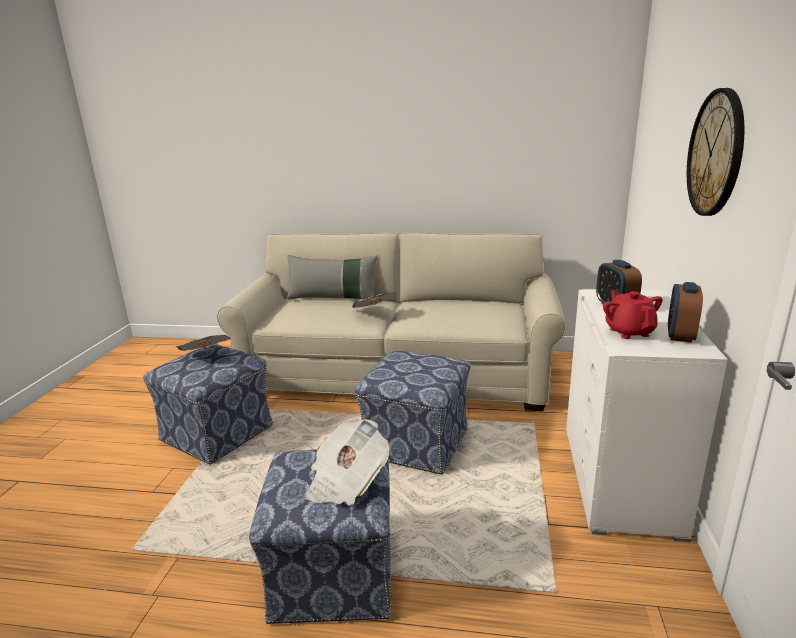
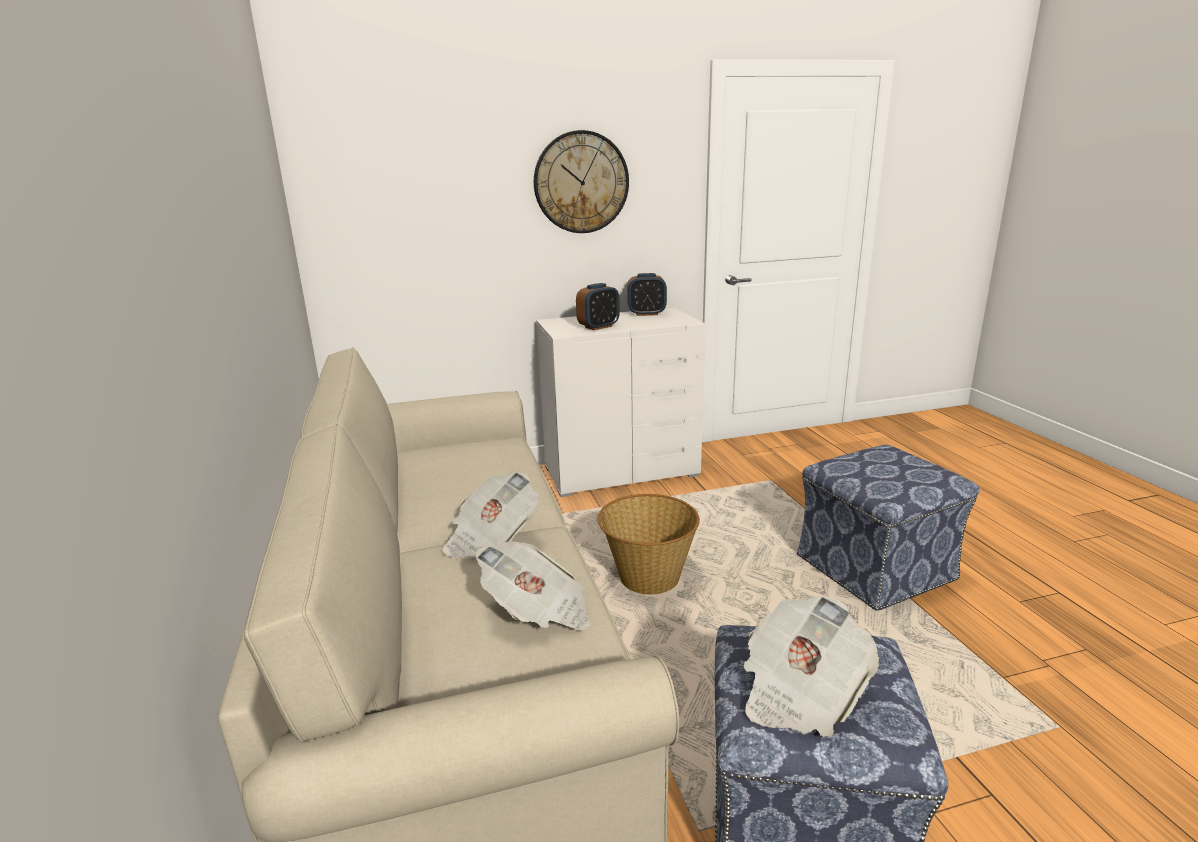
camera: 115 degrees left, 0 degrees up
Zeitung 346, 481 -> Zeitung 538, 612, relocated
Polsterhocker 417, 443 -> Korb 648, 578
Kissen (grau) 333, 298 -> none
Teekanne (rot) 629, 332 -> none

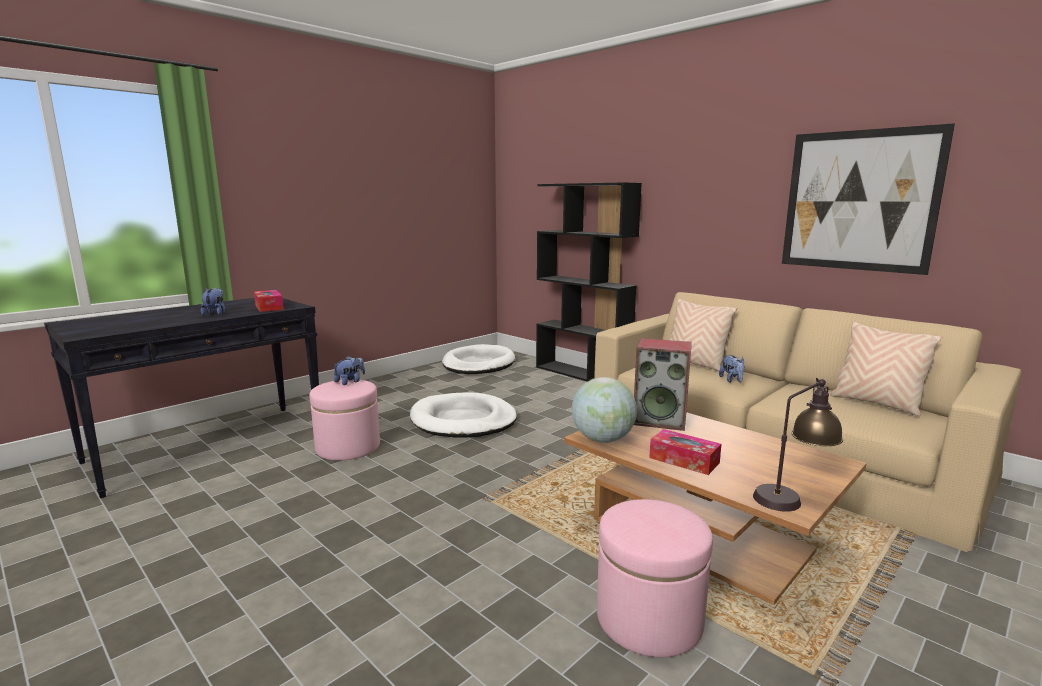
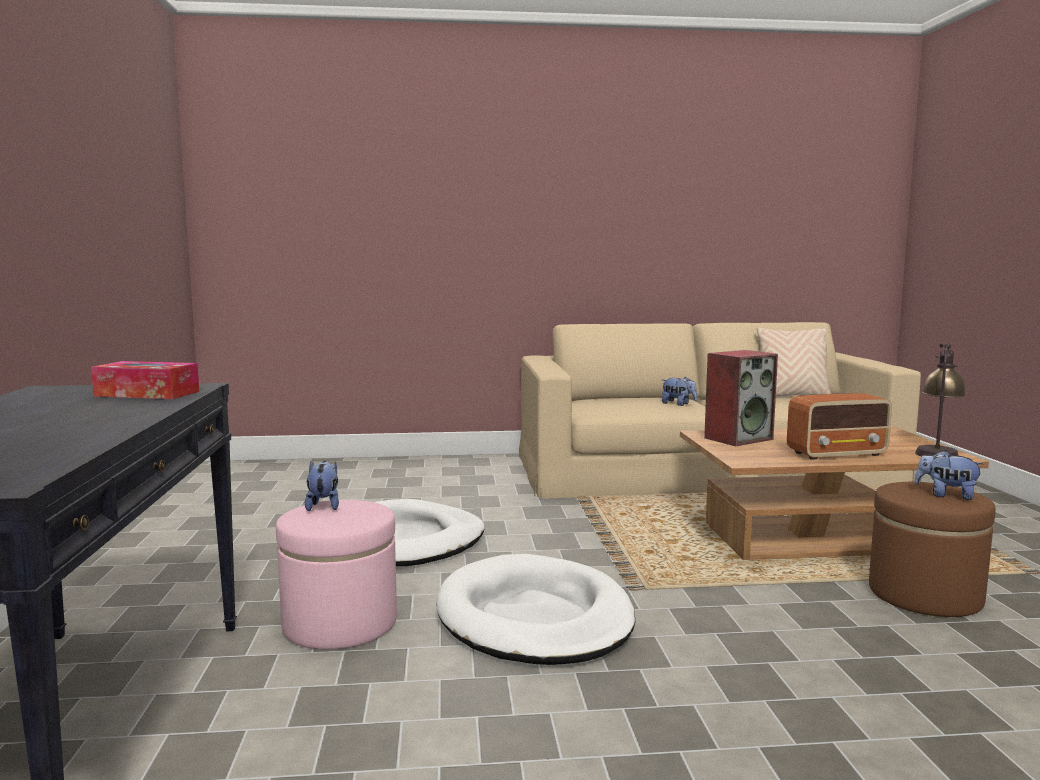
camera: 50 degrees left, 5 degrees down
Hundebett (weiß) 478, 364 -> Hundebett (weiß) 534, 618, relocated
Taschentuchbox 684, 460 -> Radio 837, 454
Polsterhocker (rosa) 649, 618 -> Polsterhocker (braun) 924, 595
Plüschtier 215, 314 -> Plüschtier 946, 495, relocated
Bücherregal (schwarz) 582, 374 -> none
Globus 602, 439 -> none
Kissen (beige) 694, 364 -> none
Bild 859, 201 -> none

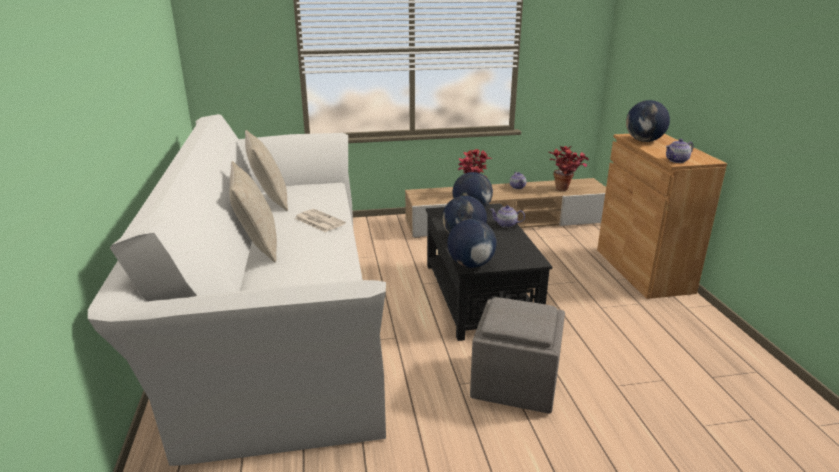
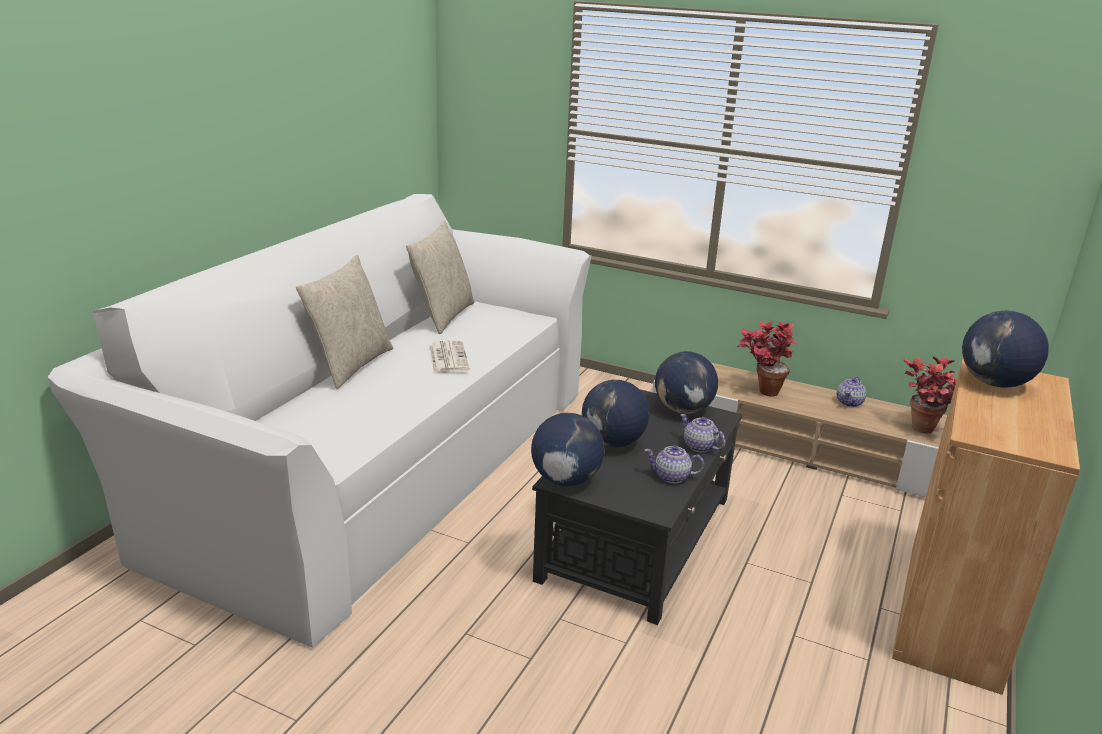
camera: 35 degrees right, 0 degrees up
Teekanne 677, 160 -> Teekanne 672, 477, relocated
Polsterhocker (grau) 514, 382 -> none

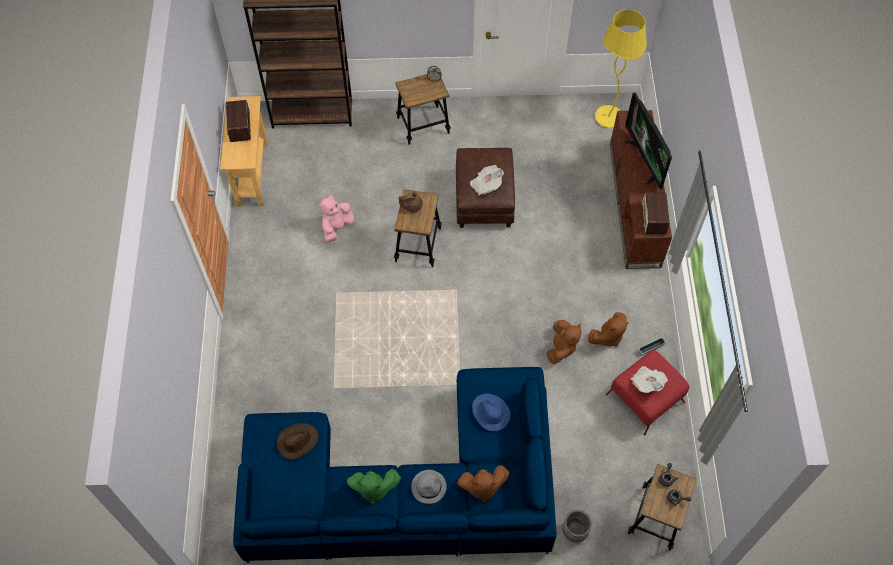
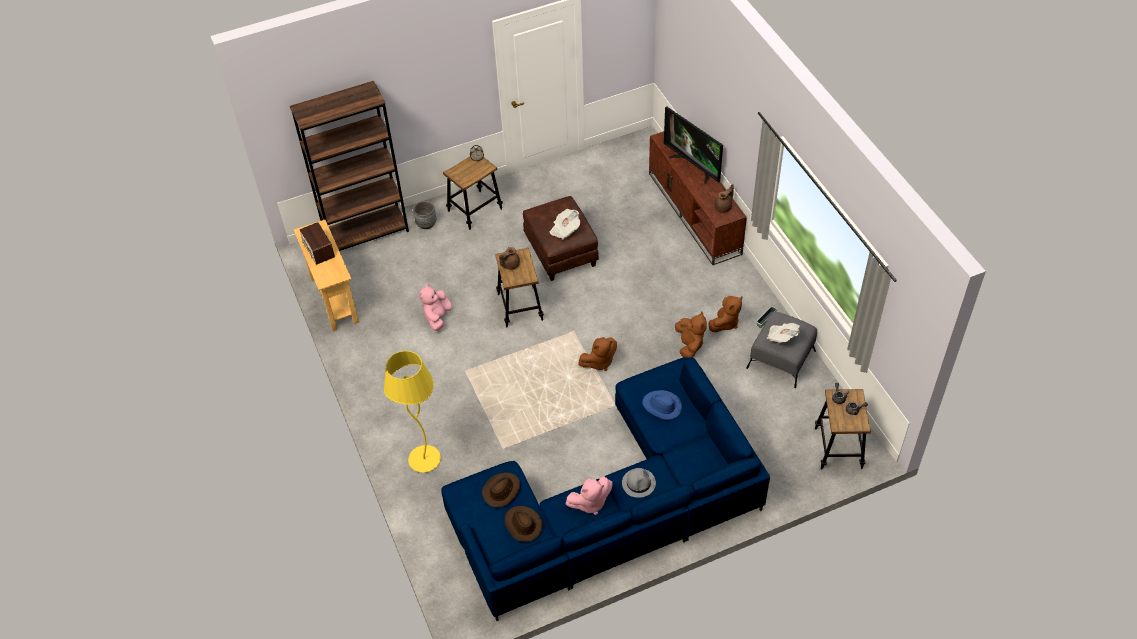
camera: 20 degrees left, 10 degrees down
Stehlampe (gelb) 608, 118 -> Stehlampe (gelb) 424, 460, relocated
Pflanzkübel (grau) 575, 531 -> Pflanzkübel (grau) 426, 224, relocated
none -> Hut (braun) 523, 525
Plüschtier (grün) 373, 488 -> Plüschtier (rosa) 590, 503
Plüschtier (braun) 482, 486 -> Plüschtier (braun) 599, 362, relocated
Radio 653, 218 -> Teekanne (braun) 723, 207
Polsterhocker (rot) 644, 398 -> Polsterhocker (grau) 780, 359

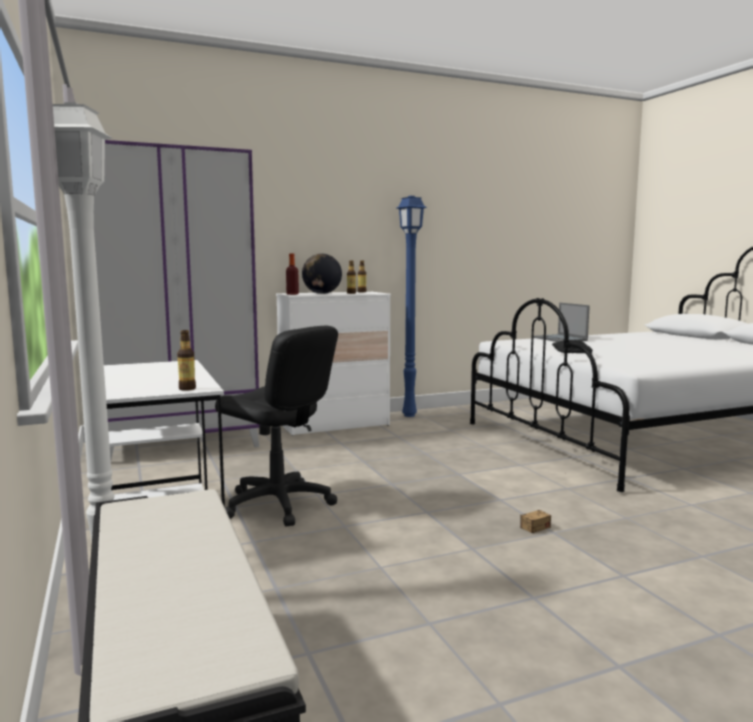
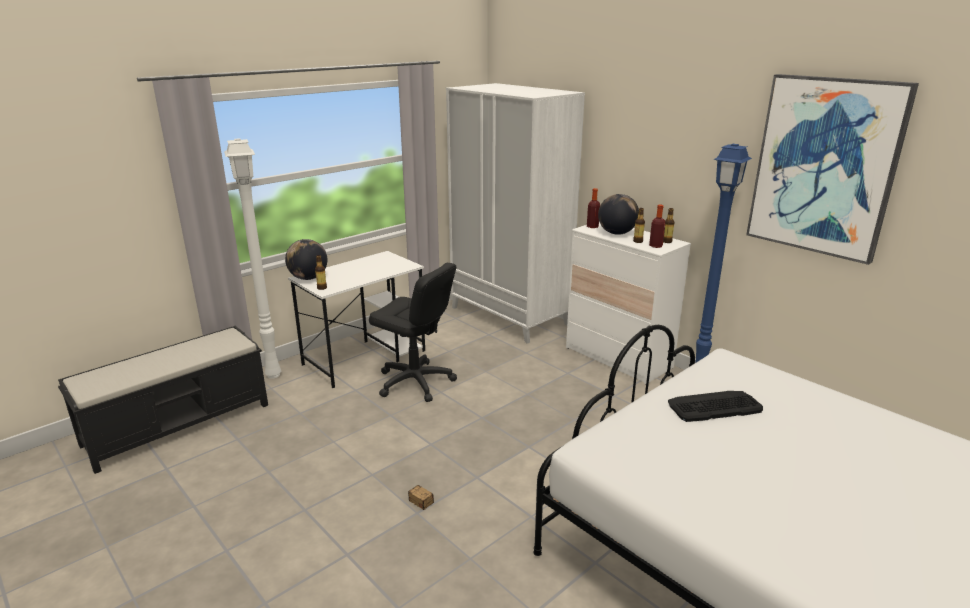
camera: 70 degrees right, 15 degrees up
none -> Globus 308, 278
Bürostuhl (schwarz) 278, 504 -> Bürostuhl (schwarz) 415, 382, 75 degrees counterclockwise
Kleiderschrank (lila) 182, 444 -> Kleiderschrank (weiß) 510, 316
none -> Flasche 655, 246
none -> Bild 824, 167
Laptop 560, 339 -> none

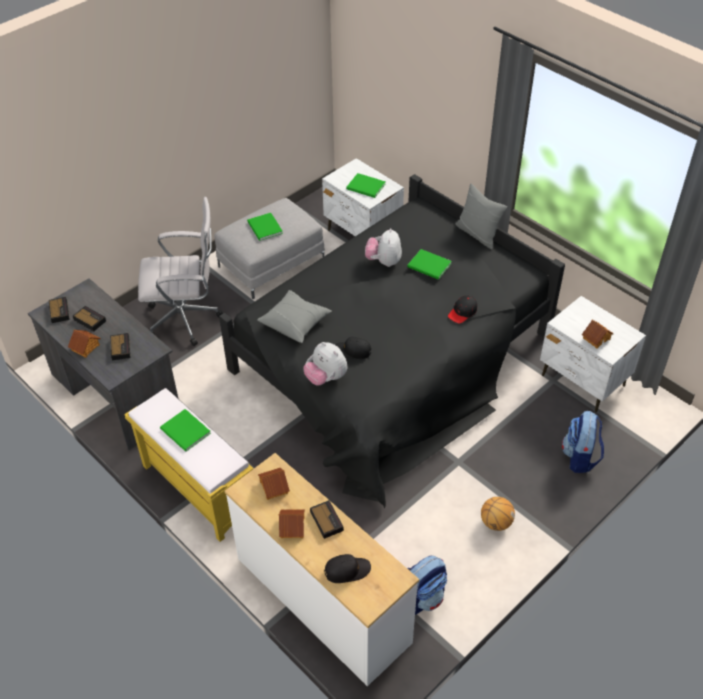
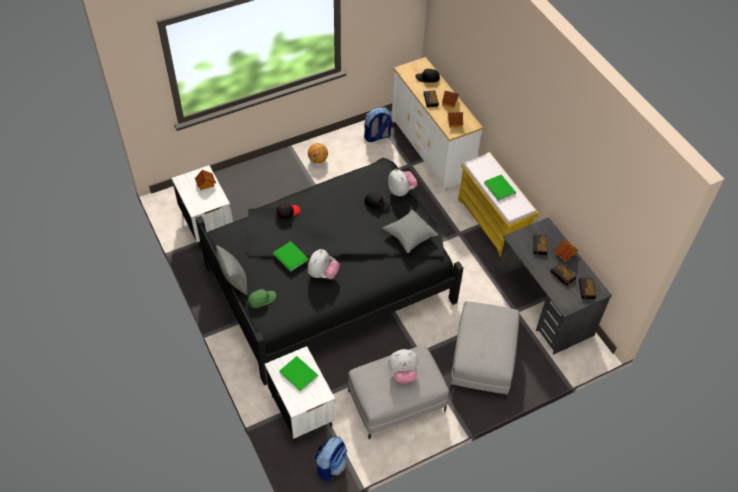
camera: 165 degrees left, 5 degrees up
none -> Kappe (grün) 262, 299
Rucksack 580, 457 -> Rucksack 331, 465, relocated
Buch (grün) 264, 228 -> Plüschtier 403, 373
Bürostuhl (weiß) 187, 319 -> Polsterhocker (grau) 482, 359

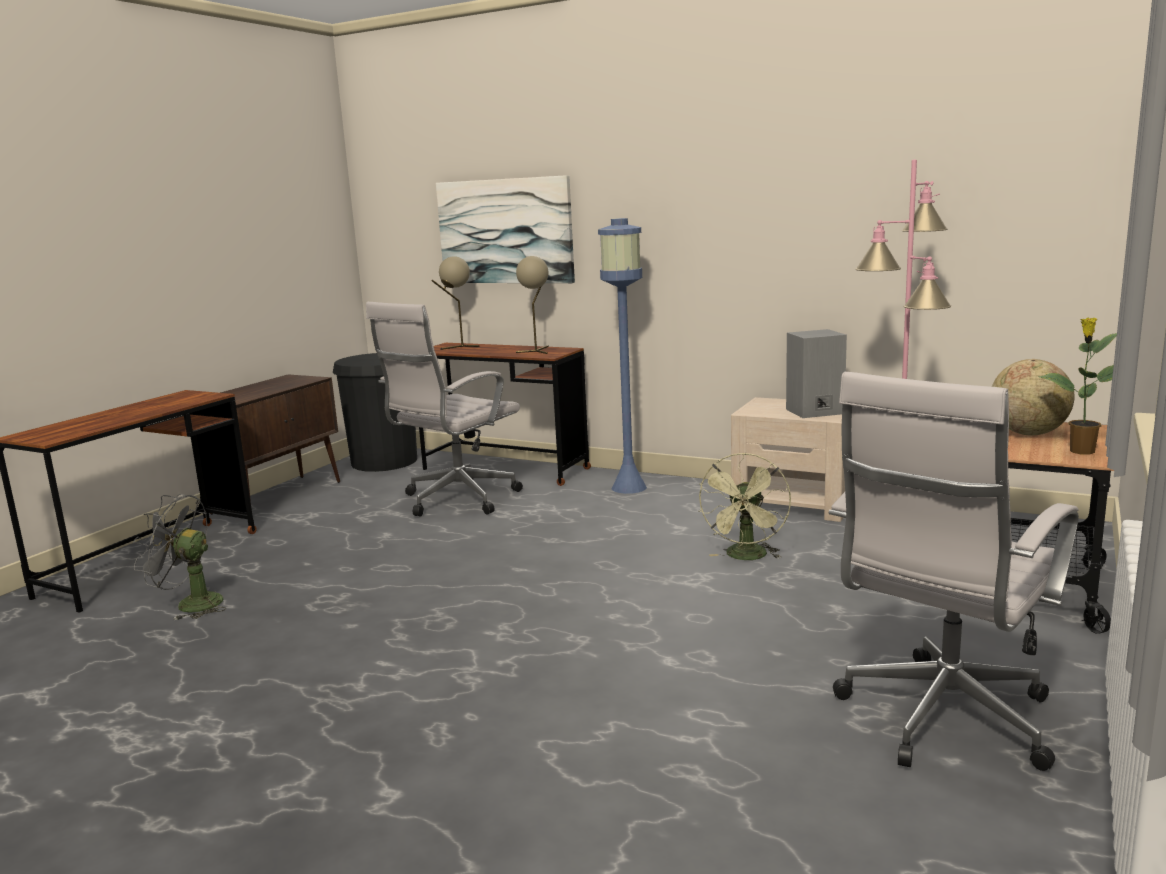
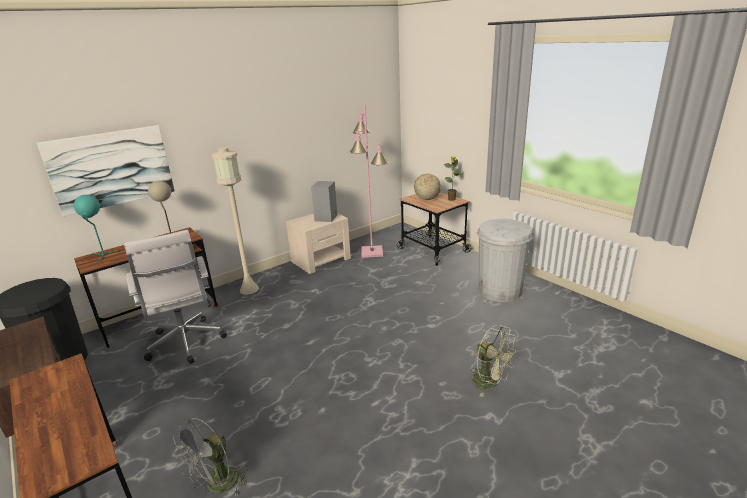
camera: 65 degrees left, 10 degrees up
Tischlampe (beige) 459, 347 -> Tischlampe (türkis) 103, 256
Stehlampe (blau) 629, 487 -> Stehlampe (beige) 249, 289
Ventilator (grün) 746, 557 -> Ventilator (grün) 490, 383, relocated
Bürostuhl (weiß) 941, 721 -> Mülleimer (weiß) 500, 290

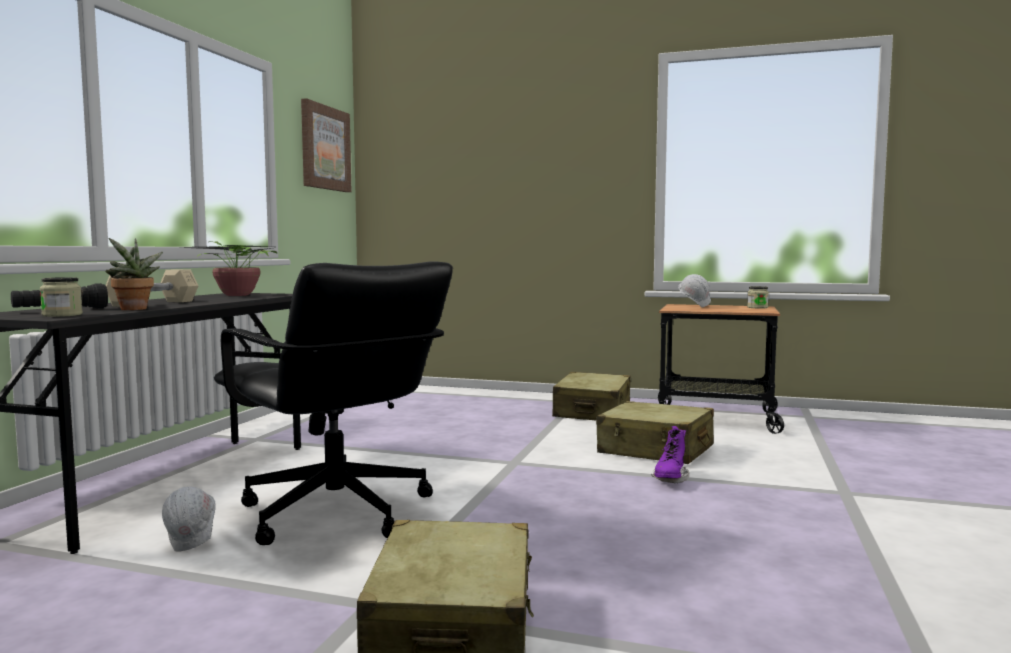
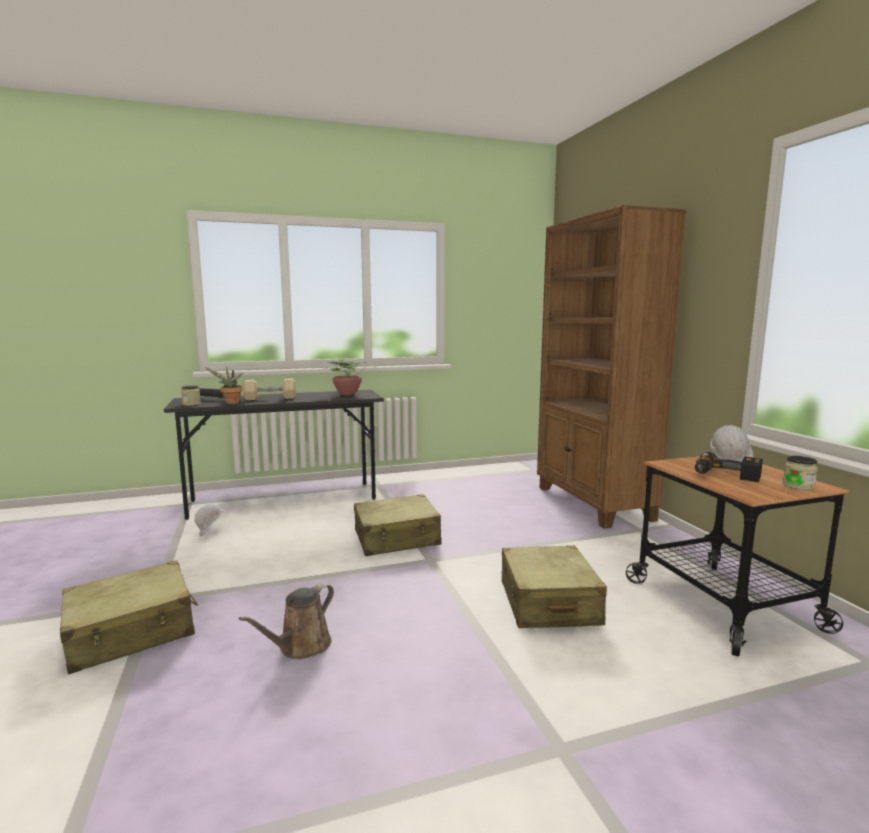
camera: 55 degrees right, 5 degrees up
none -> Gießkanne (braun) 301, 647
Koffer (beige) 592, 411 -> Koffer (beige) 397, 538, relocated
none -> Bücherregal (braun) 593, 503
none -> Bohrmaschine 725, 476
Bürostuhl (schwarz) 336, 513 -> none
Bild 325, 148 -> none
Stiefel (lila) 670, 479 -> none

